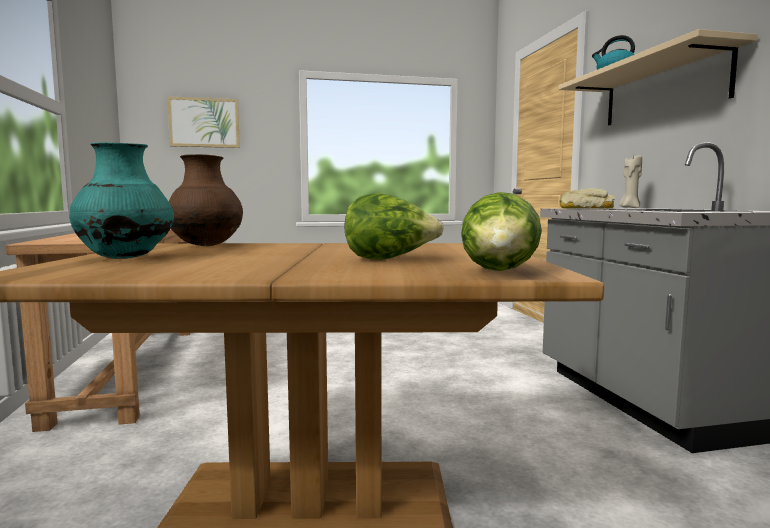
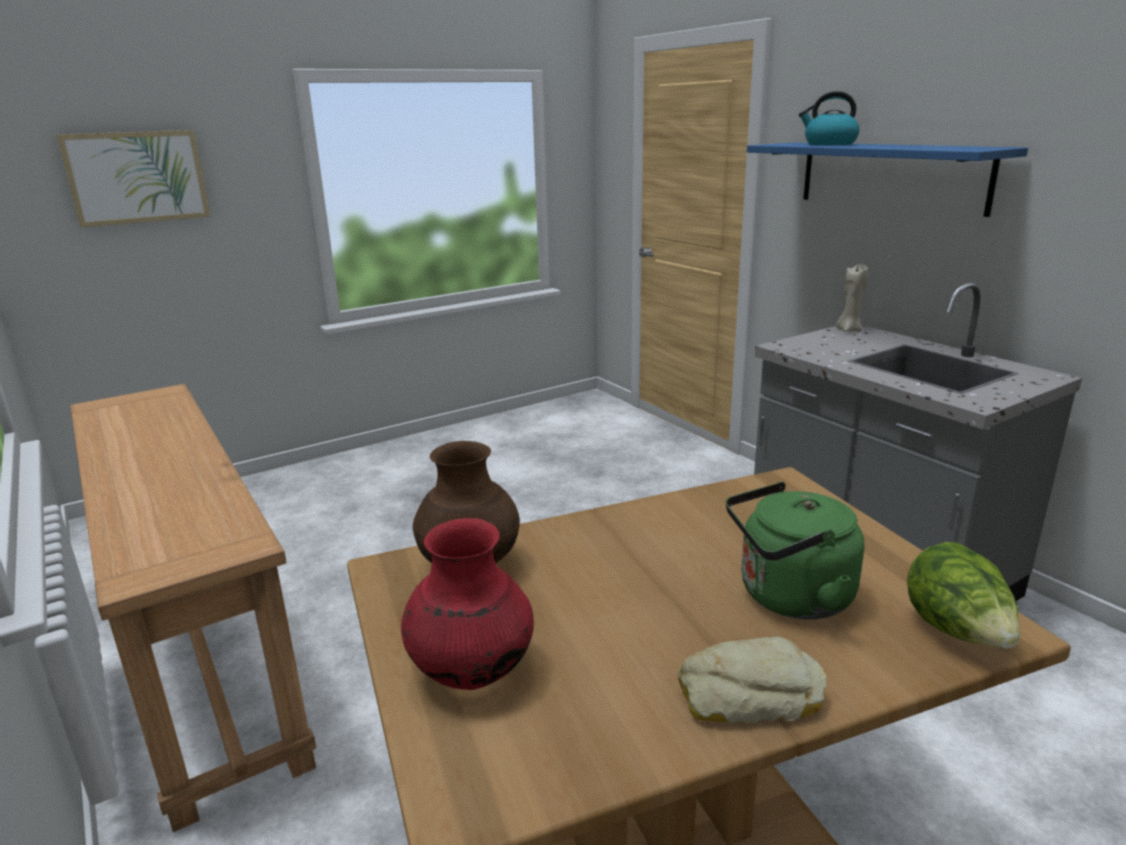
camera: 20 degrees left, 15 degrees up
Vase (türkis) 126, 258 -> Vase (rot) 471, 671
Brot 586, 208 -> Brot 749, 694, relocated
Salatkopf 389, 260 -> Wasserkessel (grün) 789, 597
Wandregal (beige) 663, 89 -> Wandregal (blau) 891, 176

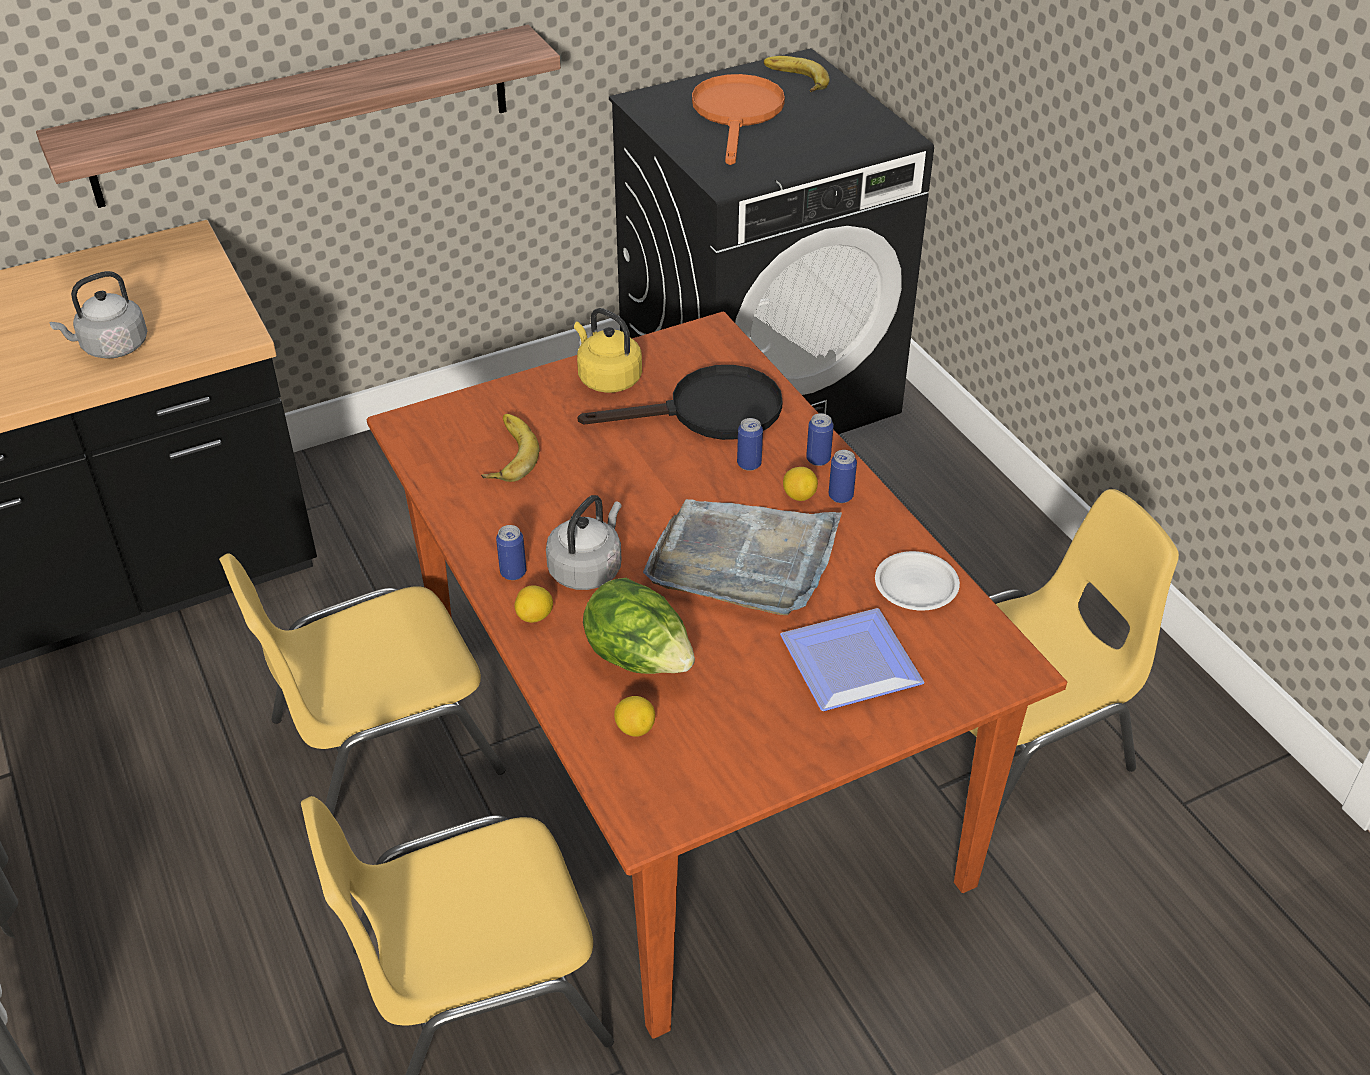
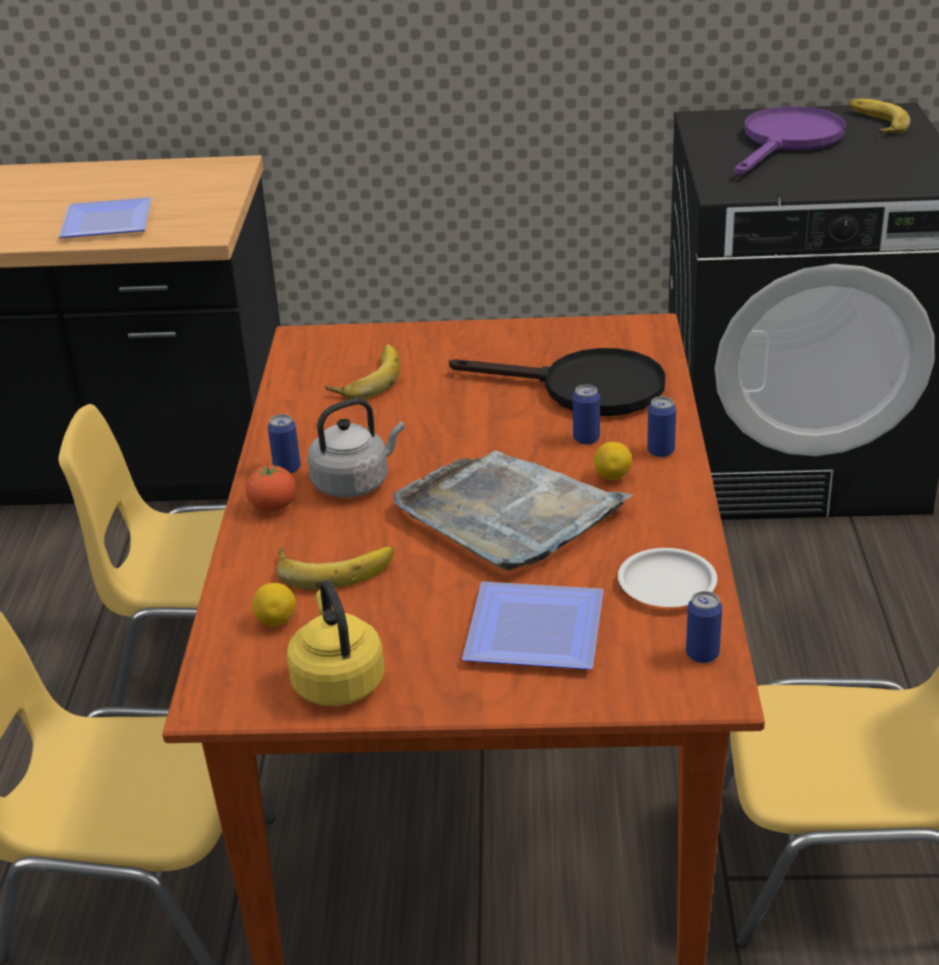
camera: 30 degrees right, 10 degrees down
Wasserkessel (grau) 111, 347 -> Teller 104, 224
Zitrone 535, 617 -> Tomate 273, 507
Salatkopf 639, 659 -> Banane 334, 567
Wasserkessel (gelb) 607, 378 -> Wasserkessel (gelb) 337, 681, relocated
Dose 840, 496 -> Dose 702, 654, relocated
Pfanne (orange) 737, 114 -> Pfanne (lila) 788, 141
Wandregal 303, 116 -> none

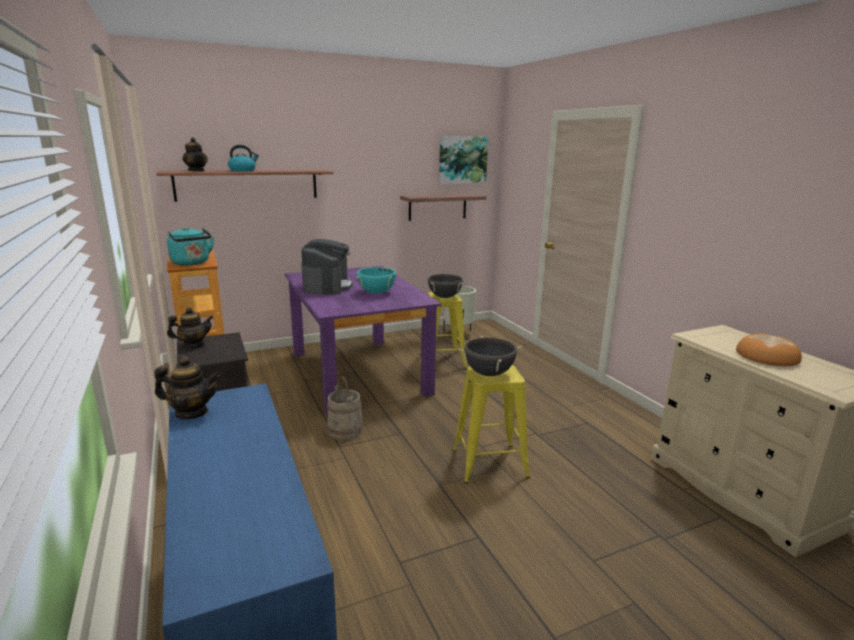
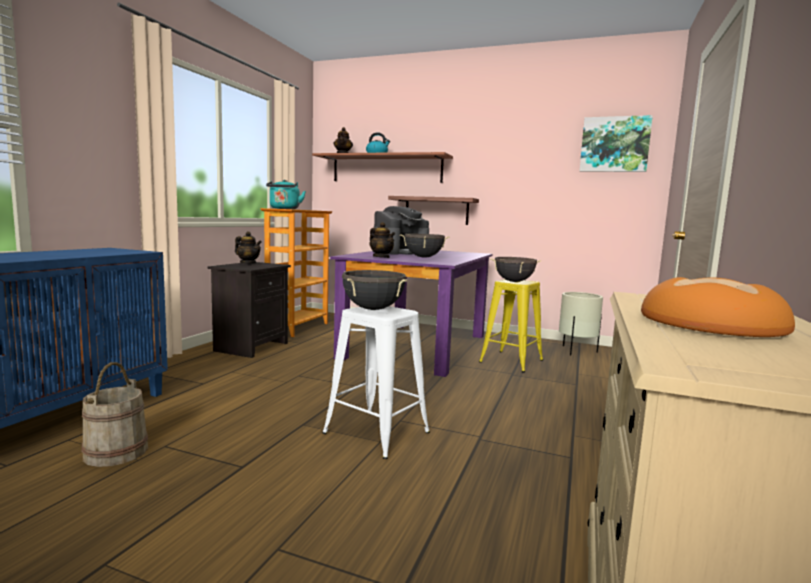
camera: 45 degrees right, 10 degrees down
Eimer (beige) 345, 430 -> Eimer (beige) 116, 452, relocated
Hocker (gelb) 489, 463 -> Hocker (weiß) 376, 433
Teekanne 191, 413 -> Teekanne 381, 257, relocated
Wandregal 437, 207 -> Wandregal 436, 210, relocated
Kochtopf (türkis) 376, 292 -> Kochtopf (schwarz) 423, 257

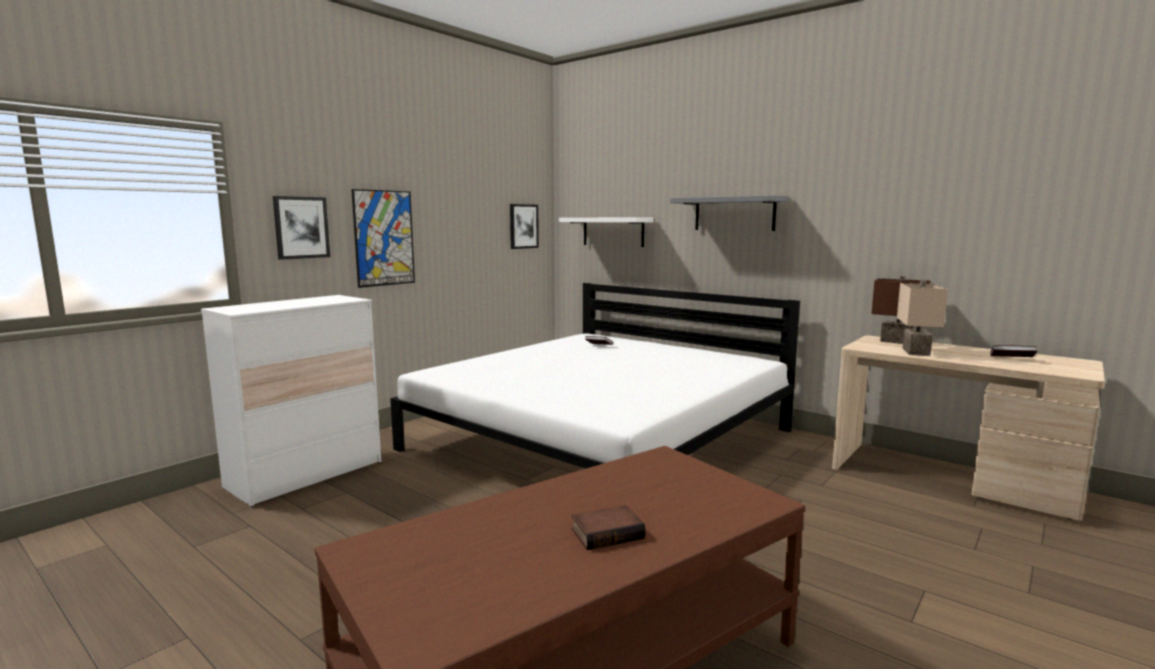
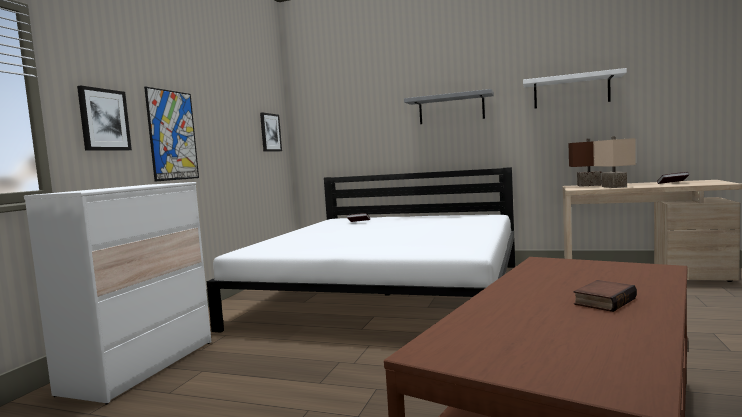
camera: 20 degrees left, 5 degrees down
Wandregal (weiß) 613, 231 -> Wandregal (weiß) 571, 91, relocated

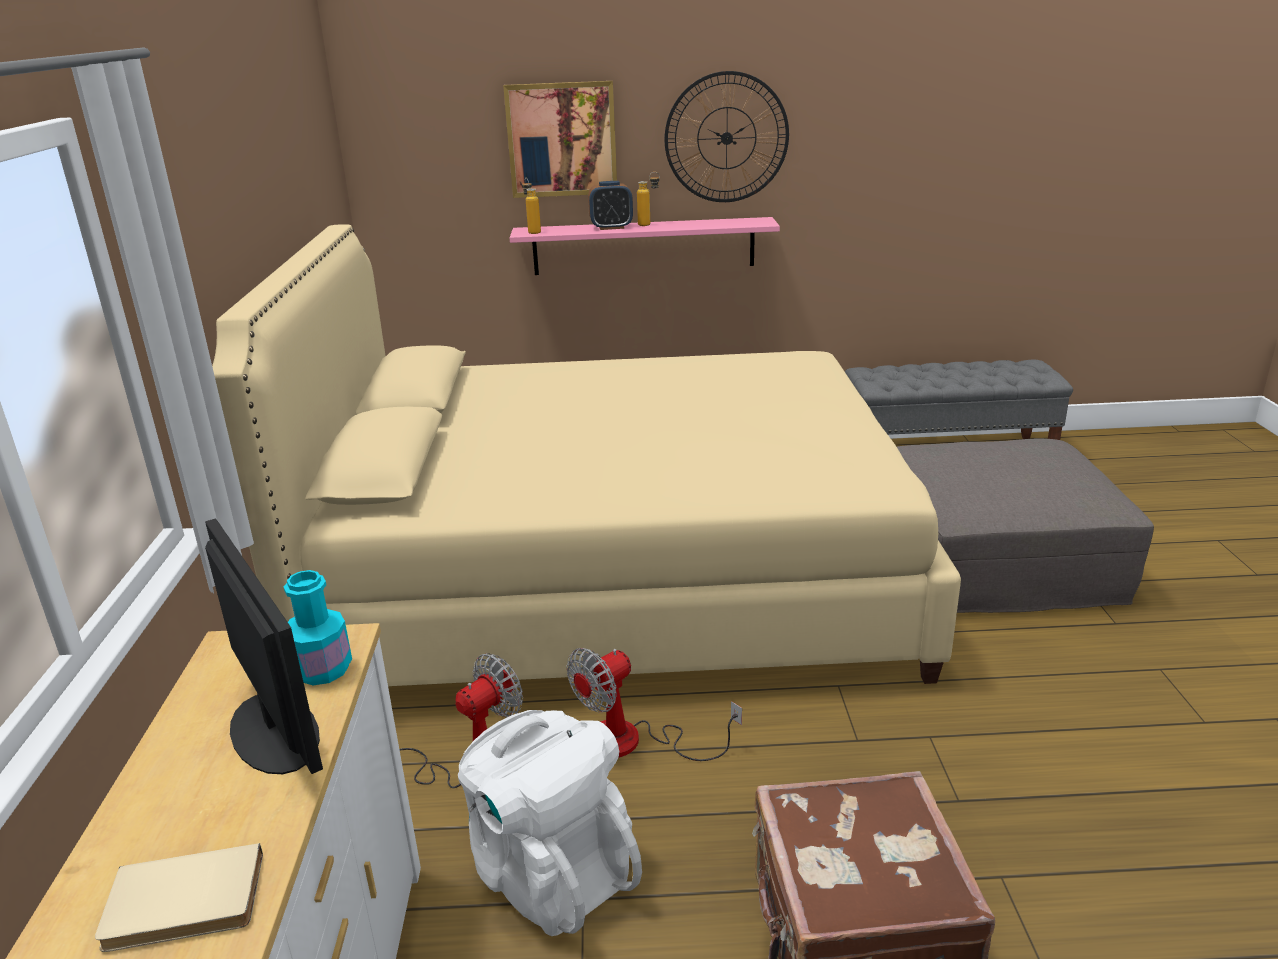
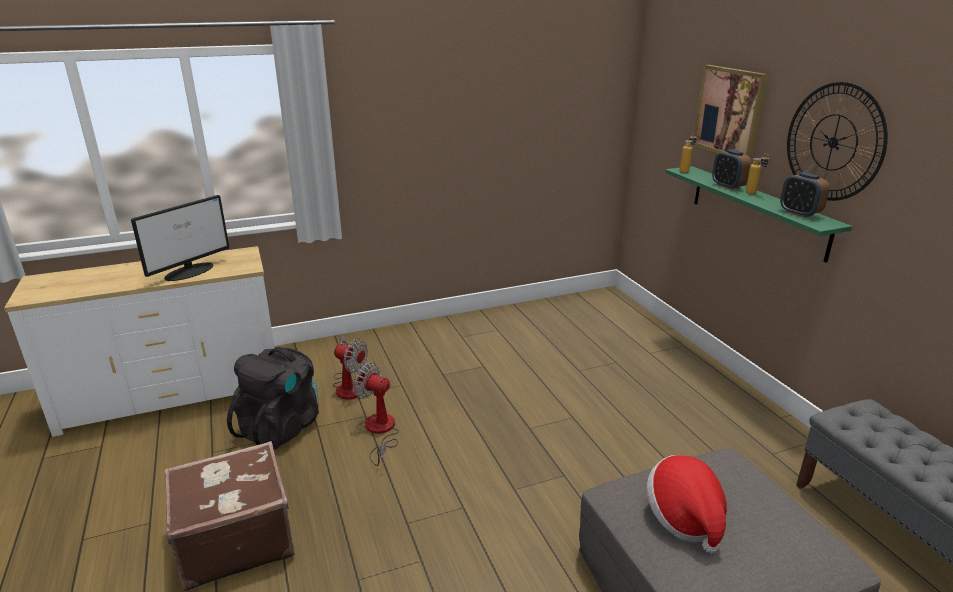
camera: 70 degrees right, 0 degrees up
Rucksack (weiß) 550, 872 -> Rucksack (schwarz) 282, 426
none -> Hut 684, 517
Wandregal (rosa) 643, 246 -> Wandregal (grün) 757, 210
none -> Wecker 799, 213
Buch (beige) 183, 905 -> none
Bett (beige) 616, 579 -> none
Flasche (türkis) 323, 669 -> none

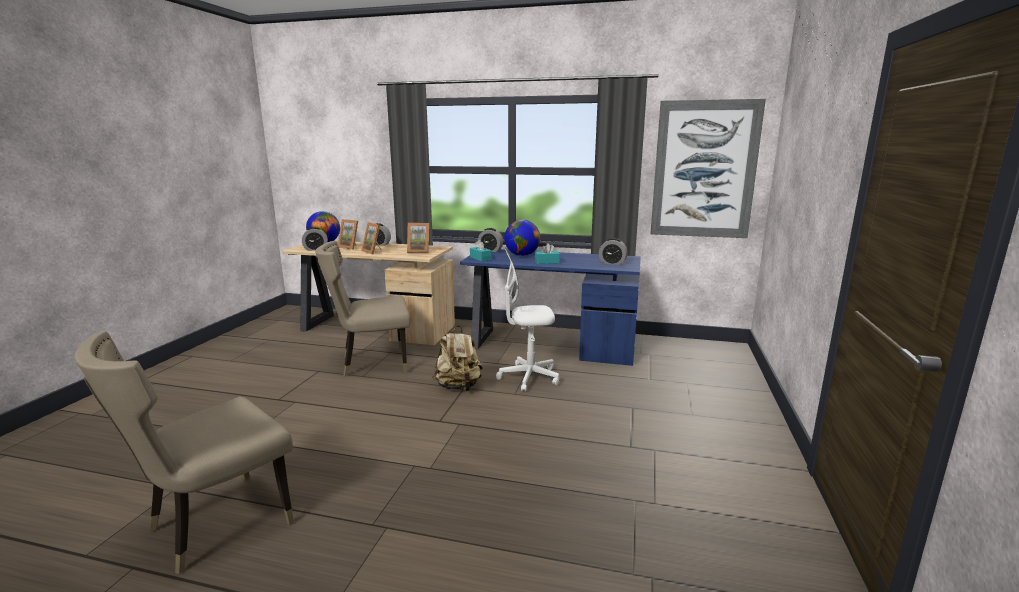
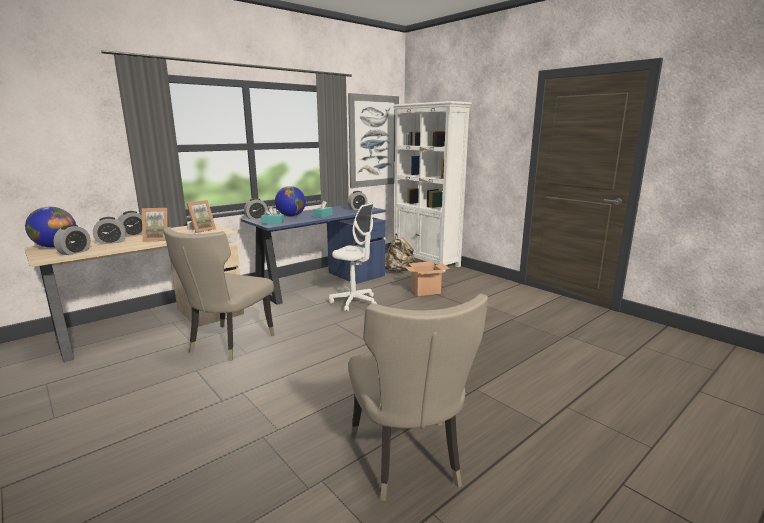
camera: 55 degrees left, 0 degrees up
Bilderrahmen 351, 247 -> Wecker 111, 242
Bürostuhl (weiß) 528, 377 -> Bürostuhl (weiß) 354, 302, 90 degrees counterclockwise
Rucksack (beige) 458, 387 -> Rucksack (beige) 399, 271, relocated
none -> Bücherregal (weiß) 426, 261
none -> Karton 426, 291

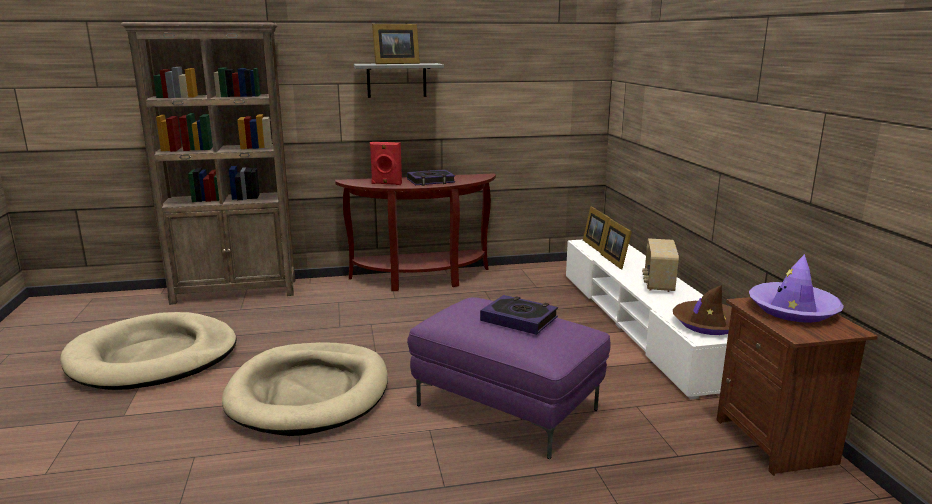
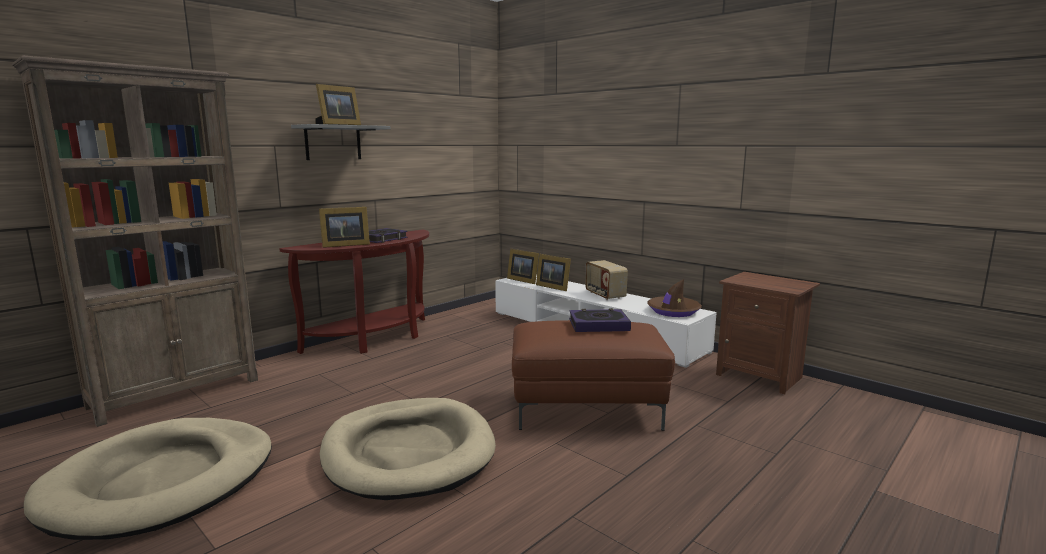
camera: 35 degrees left, 5 degrees down
Lautsprecher (rot) 386, 184 -> Bilderrahmen 344, 245
Polsterhocker (lila) 508, 407 -> Polsterhocker (braun) 587, 408
Hut (lila) 793, 310 -> none

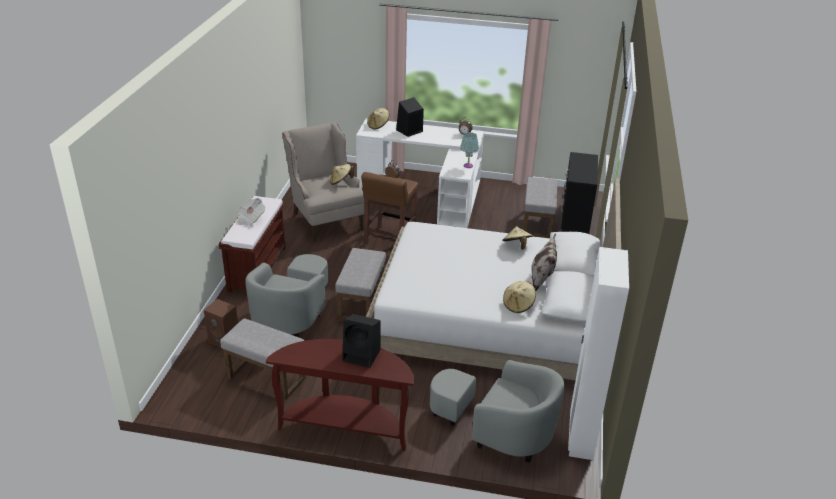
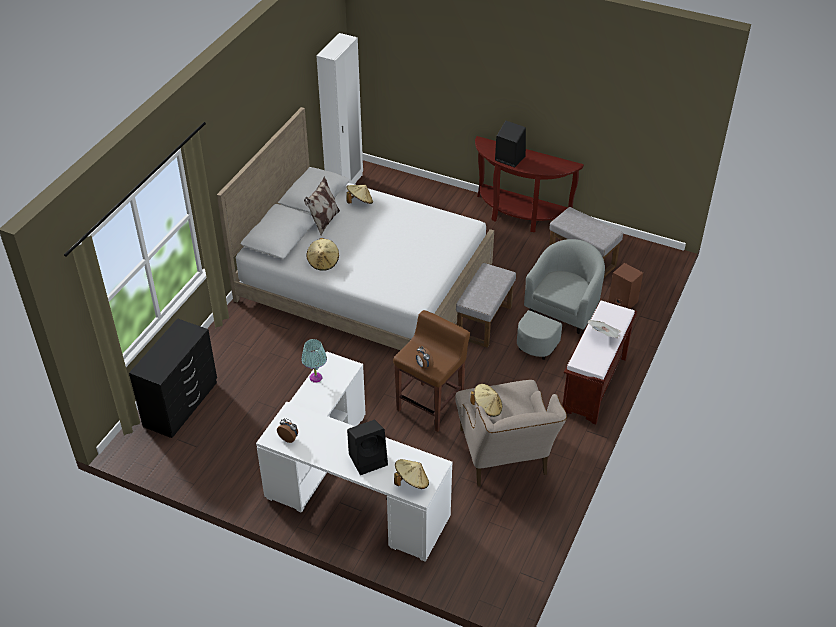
camera: 165 degrees left, 10 degrees up
Sessel (grau) 499, 430 -> none
Polsterhocker (grau) 538, 224 -> none

